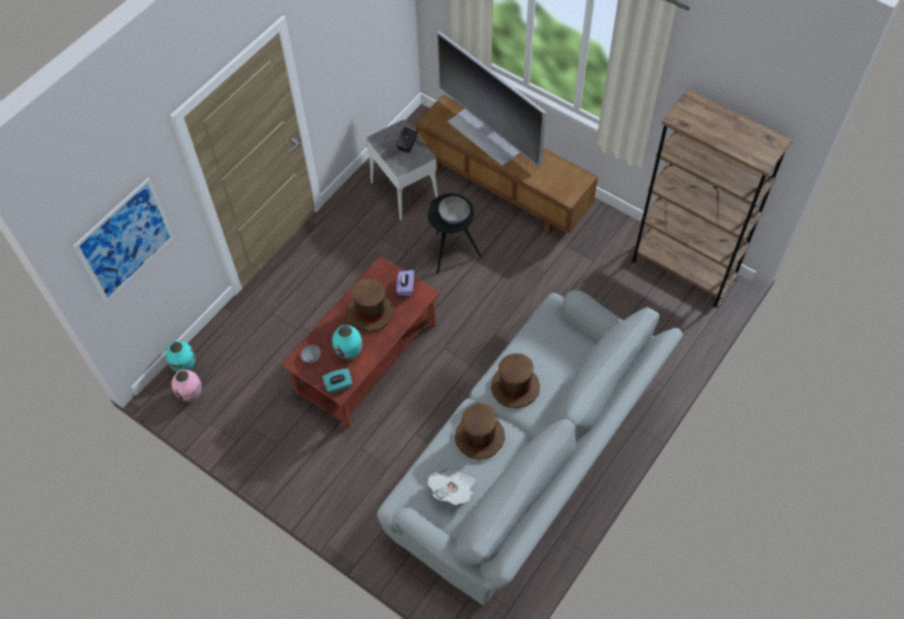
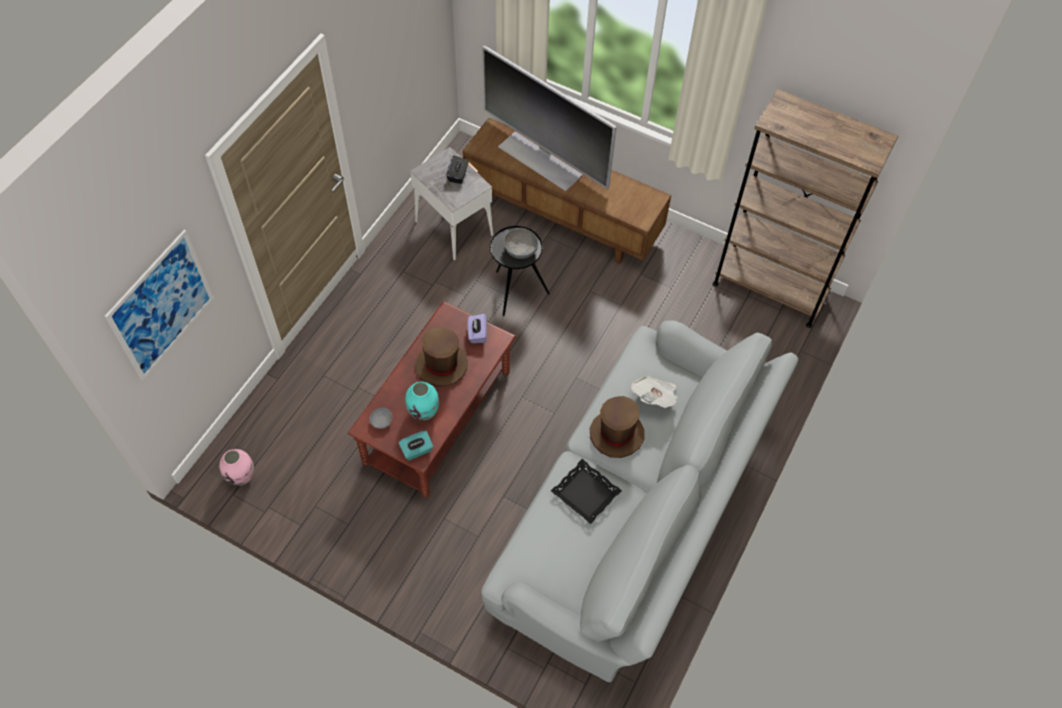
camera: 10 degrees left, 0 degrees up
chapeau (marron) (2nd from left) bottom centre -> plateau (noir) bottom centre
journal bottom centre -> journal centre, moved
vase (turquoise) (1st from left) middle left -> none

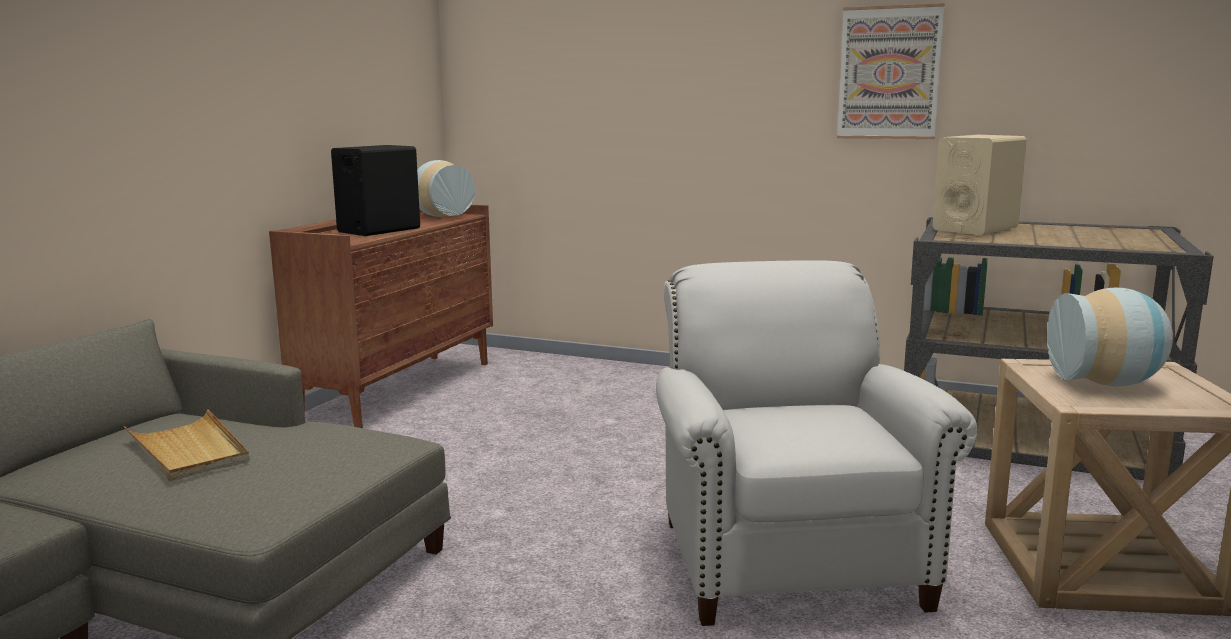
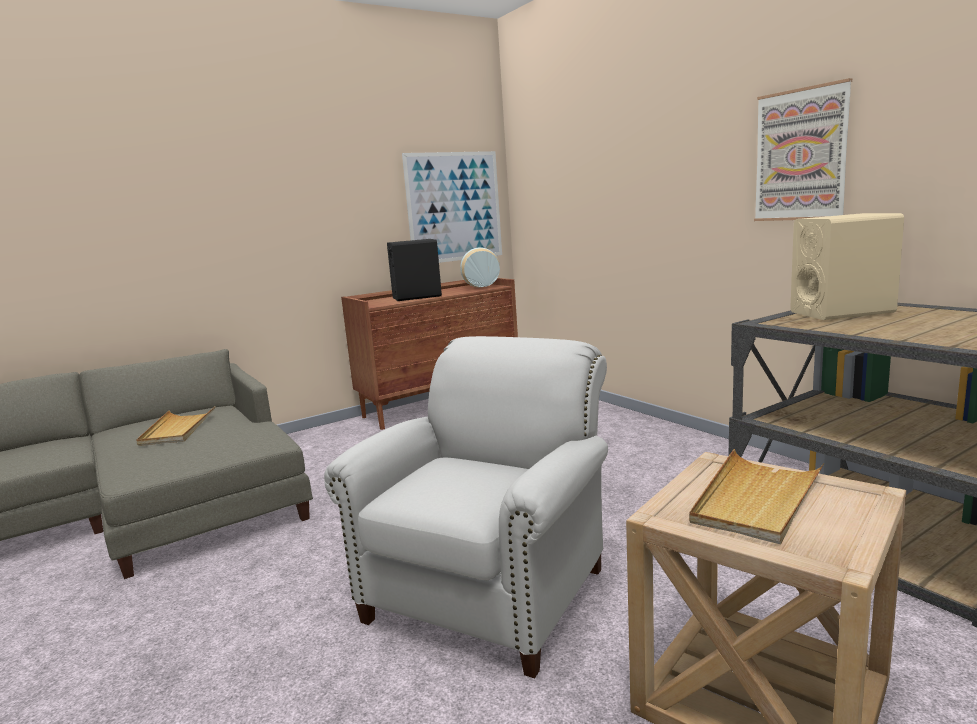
camera: 35 degrees right, 0 degrees up
none -> tableau (1st from left) top centre
vase (2nd from left) middle right -> plateau (beige) (2nd from left) bottom right

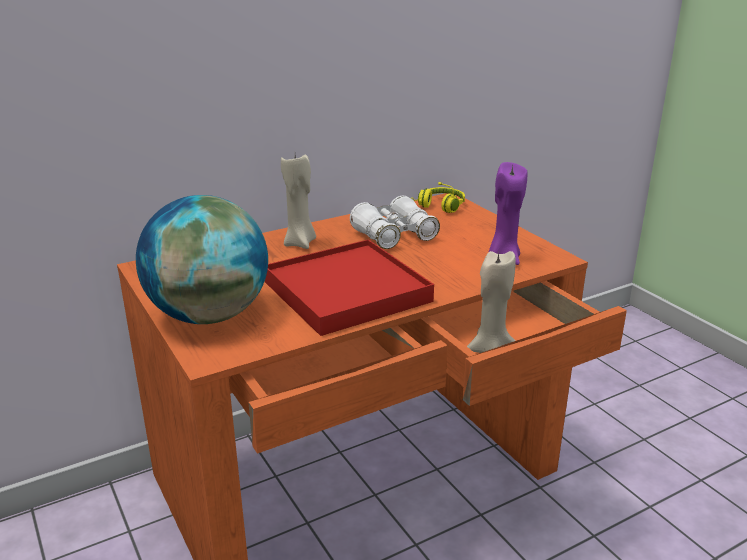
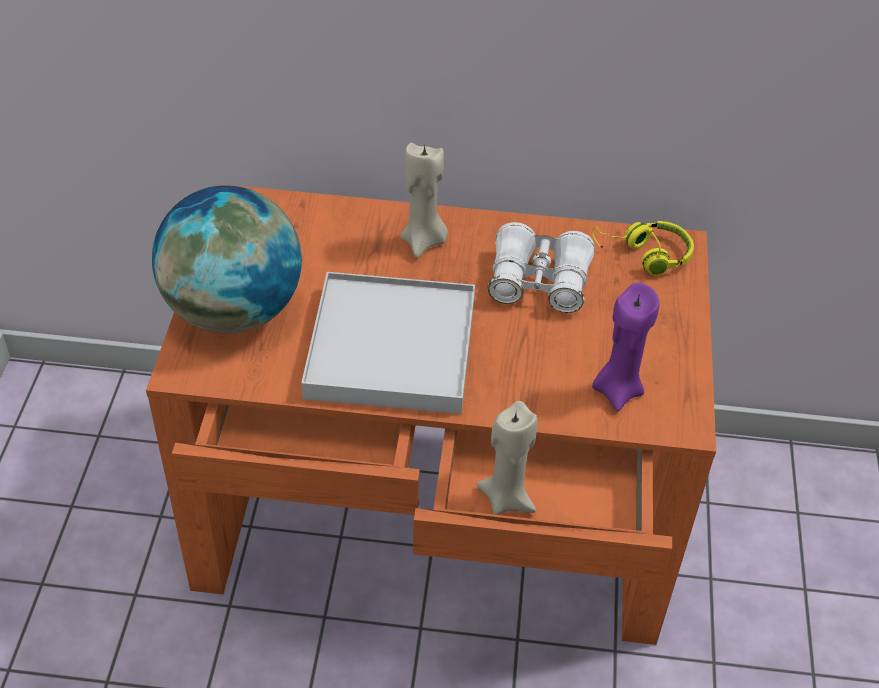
camera: 35 degrees right, 20 degrees up
plateau (rouge) centre -> plateau (blanc) centre

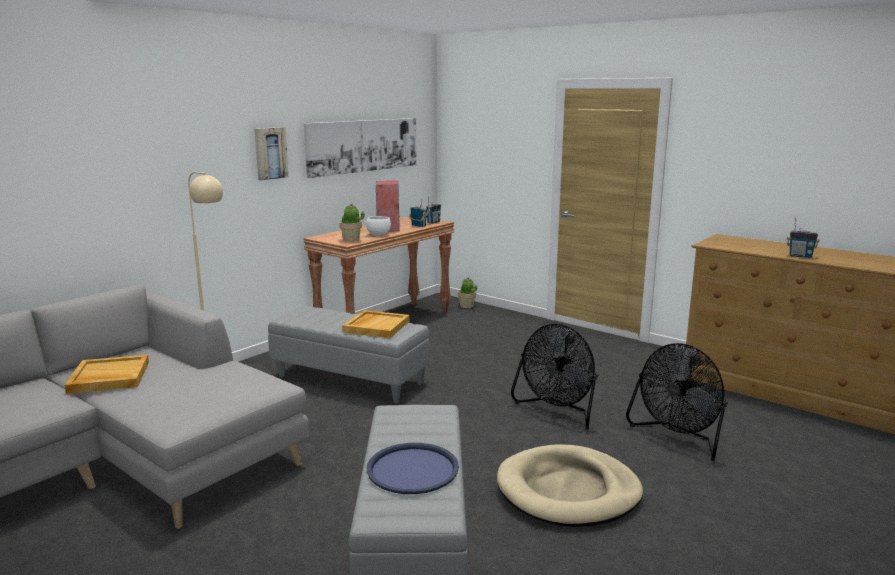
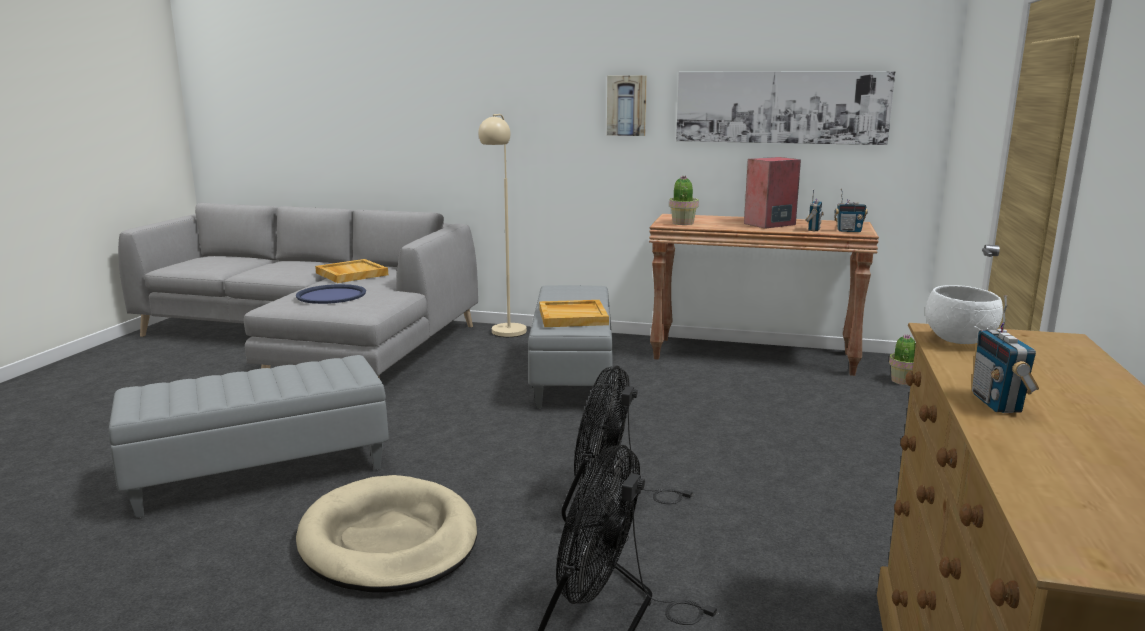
camera: 65 degrees right, 0 degrees up
plateau (bleu) bottom centre -> plateau (bleu) middle left, moved
bol (blanc) centre -> bol (blanc) middle right, moved

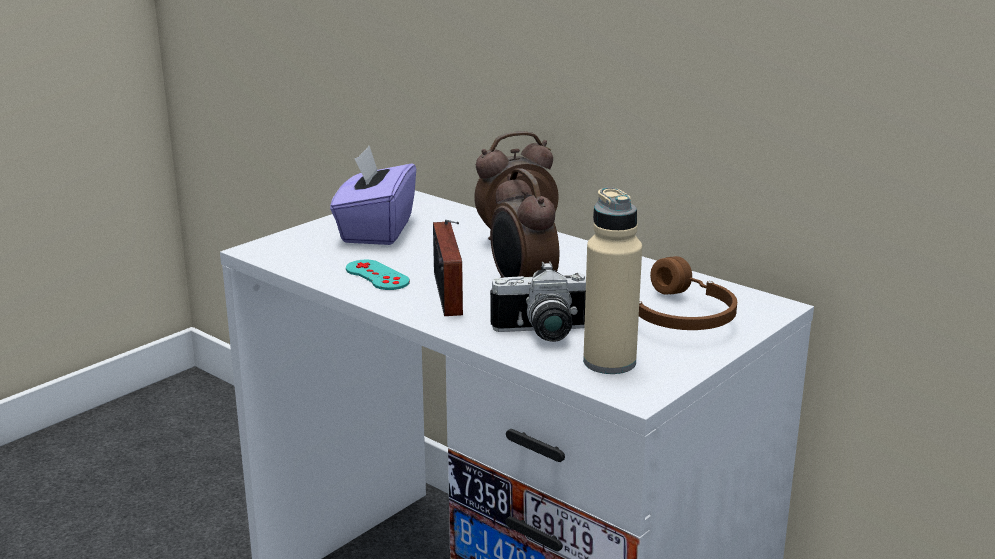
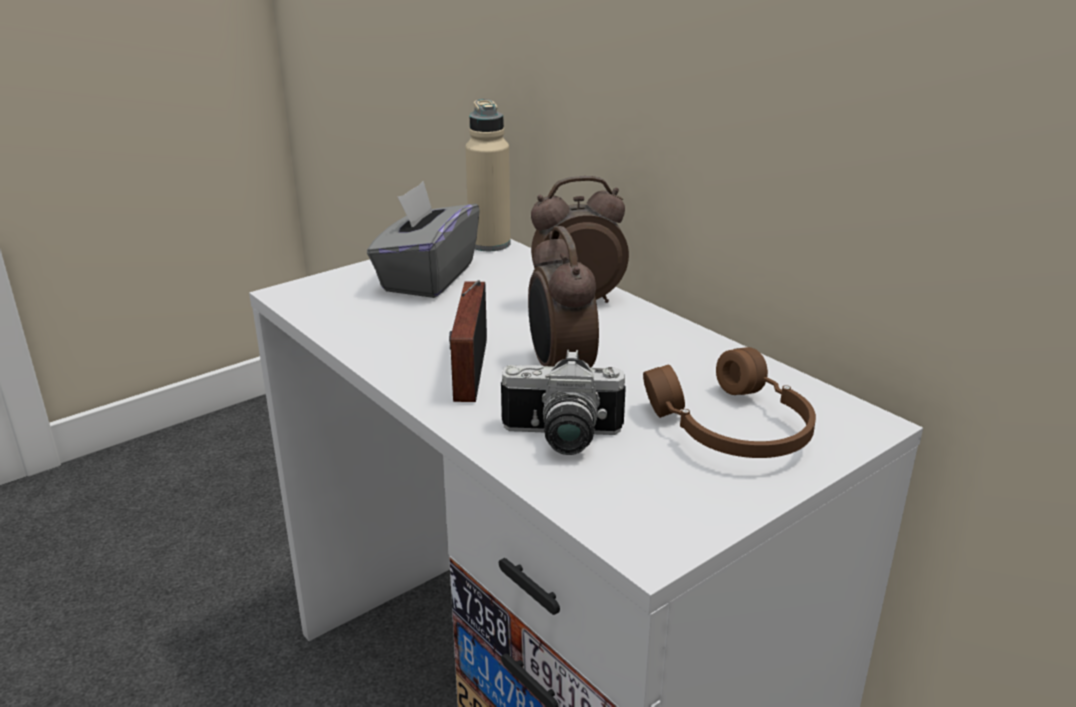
camera: 10 degrees right, 5 degrees up
boîte à mouchoirs (violet) centre -> boîte à mouchoirs (gris) centre
bouteille (beige) centre -> bouteille (beige) top centre, moved
manette (turquoise) centre -> none

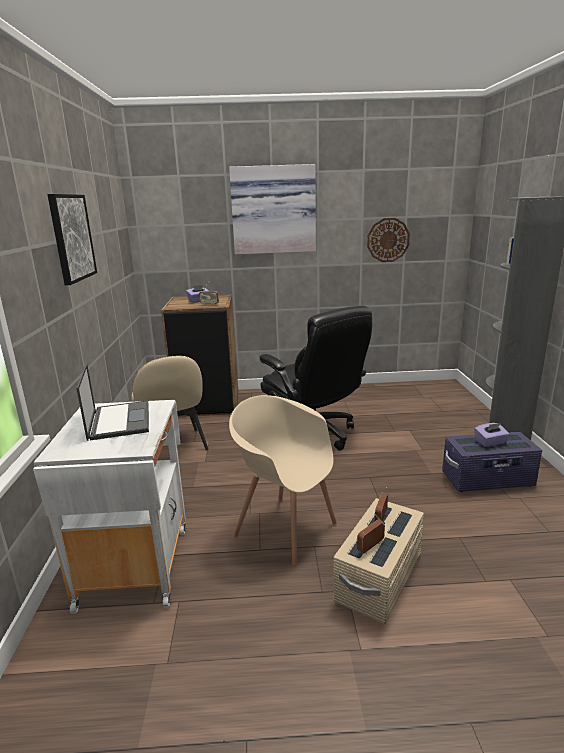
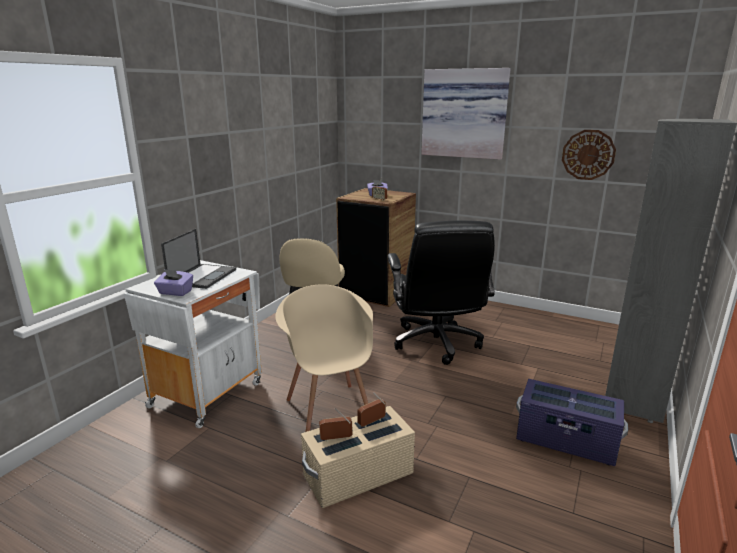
camera: 30 degrees right, 0 degrees up
boîte à mouchoirs (violet) (2nd from left in the first image) middle right -> boîte à mouchoirs (violet) (1st from left) middle left, moved
tableau (1st from left) top left -> none

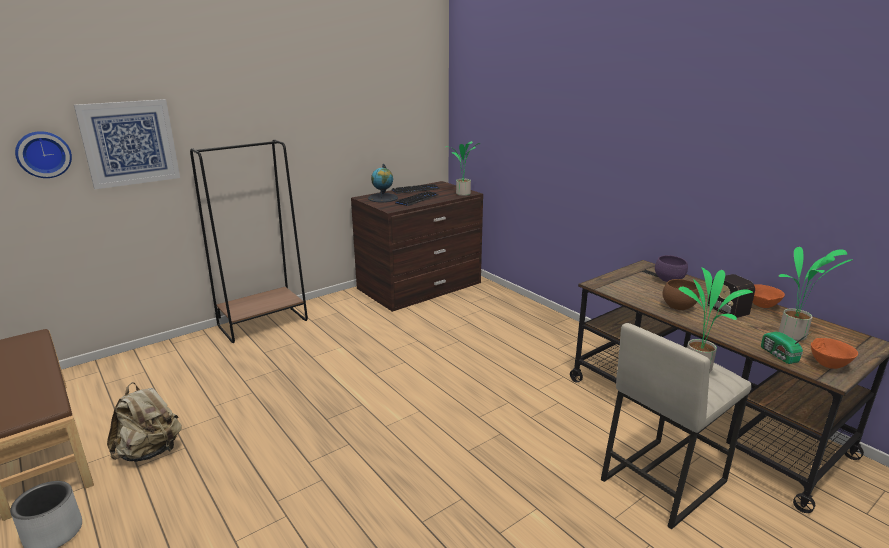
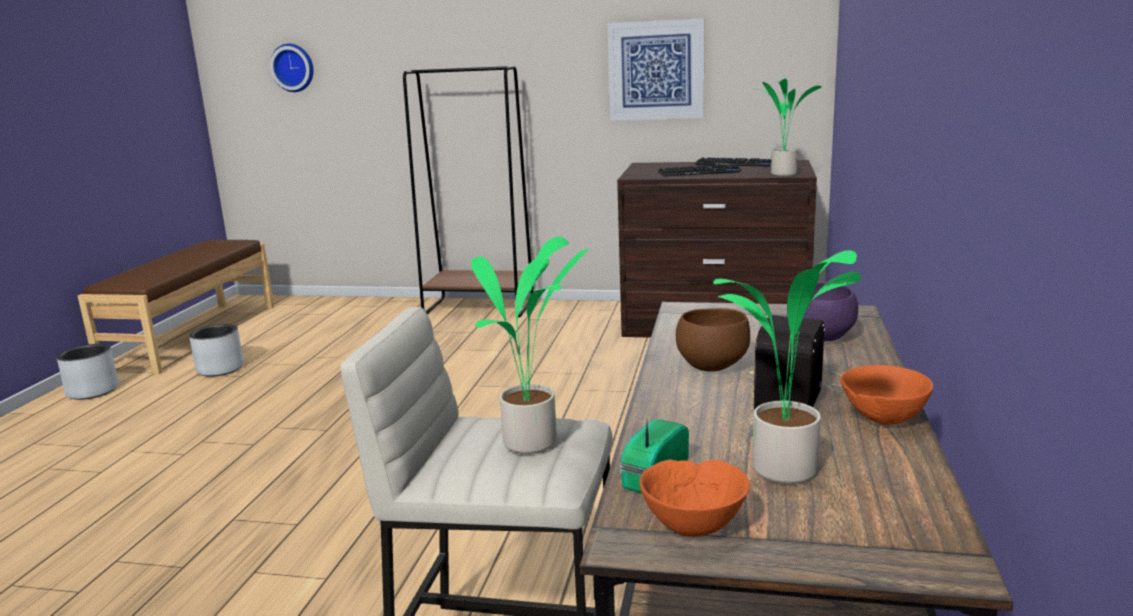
camera: 50 degrees right, 5 degrees down
sac à dos (beige) bottom left -> cache-pot (gris) (2nd from left) middle left
tableau top left -> tableau top centre, moved
globe centre -> none

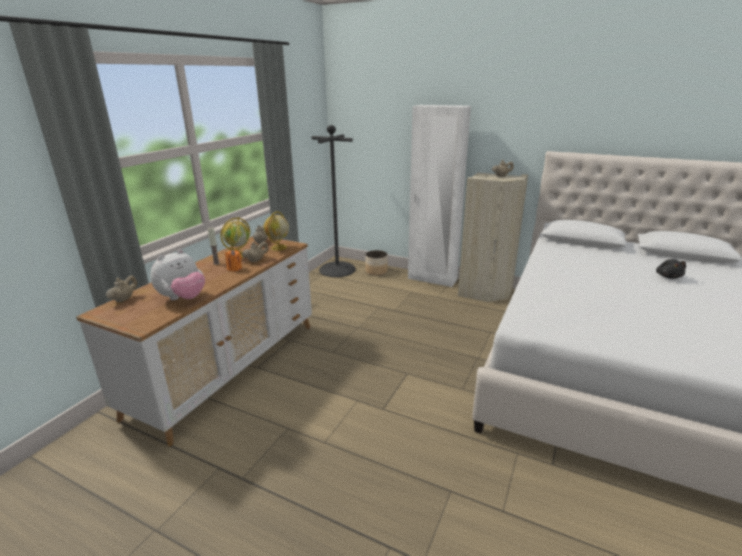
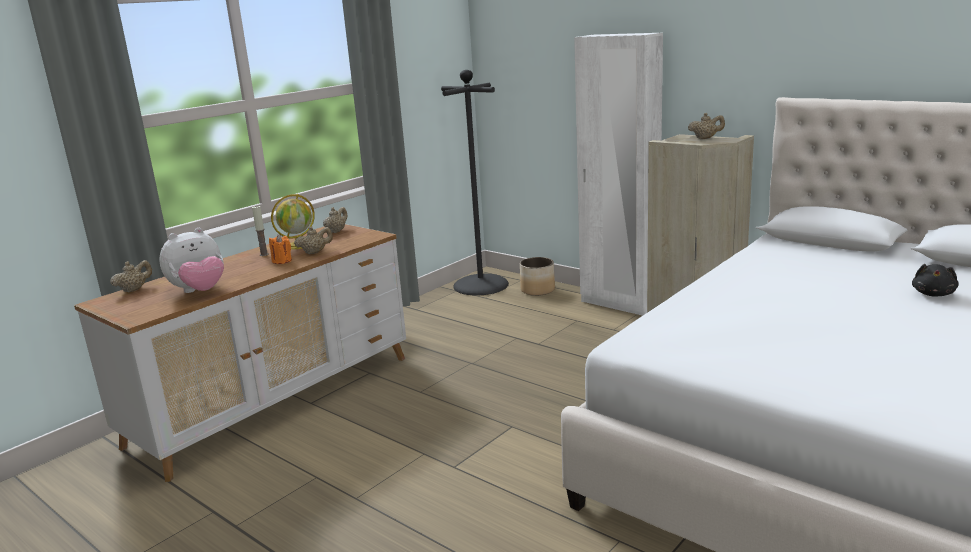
camera: 15 degrees right, 5 degrees down
globe (2nd from left) centre -> none

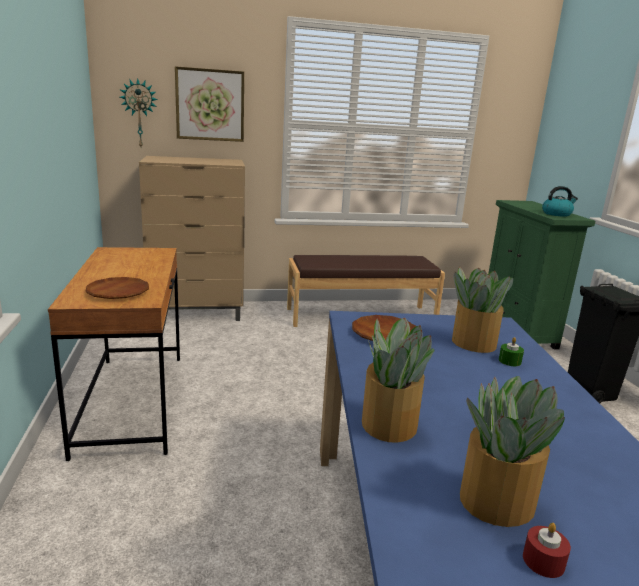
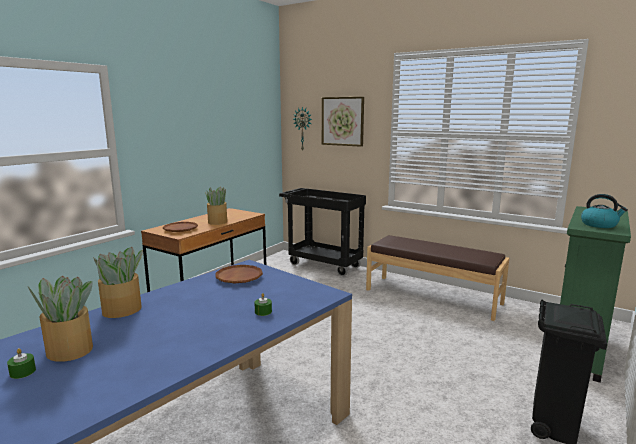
camera: 45 degrees right, 5 degrees down
bougie (rouge) bottom right -> bougie (vert) (1st from left) bottom left
plante en pot (2nd from left in the first image) middle right -> plante en pot (3rd from left) centre, moved
commode (beige) middle left -> chariot (noir) centre

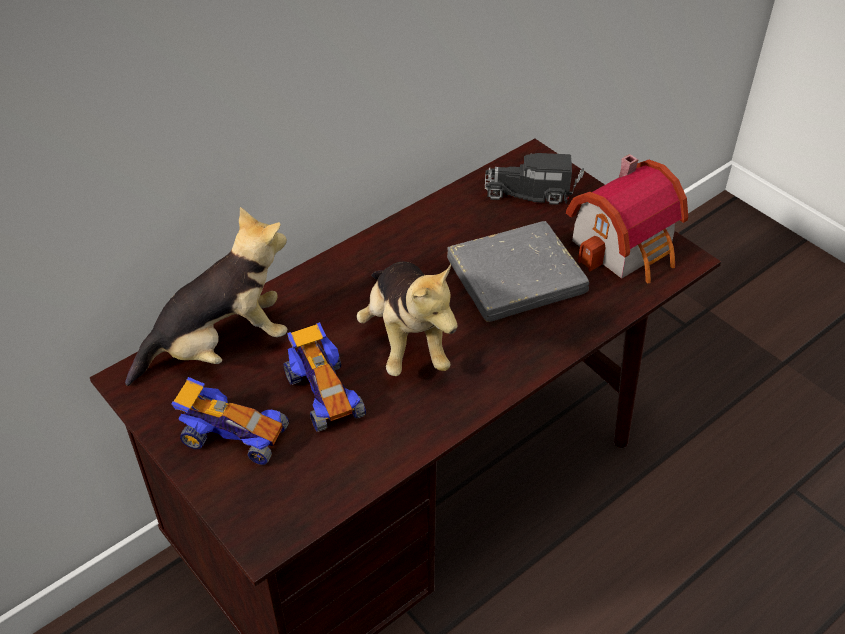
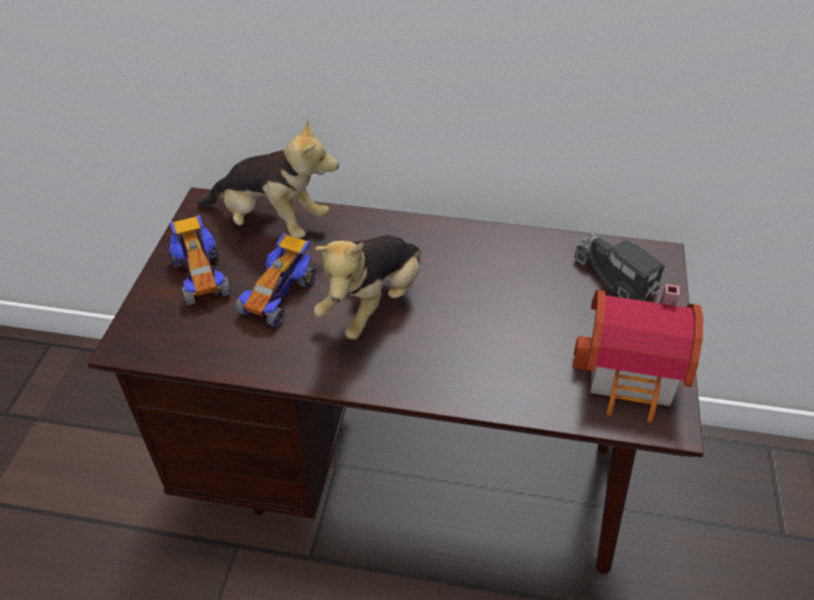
camera: 50 degrees right, 0 degrees up
livre (gris) centre -> none

